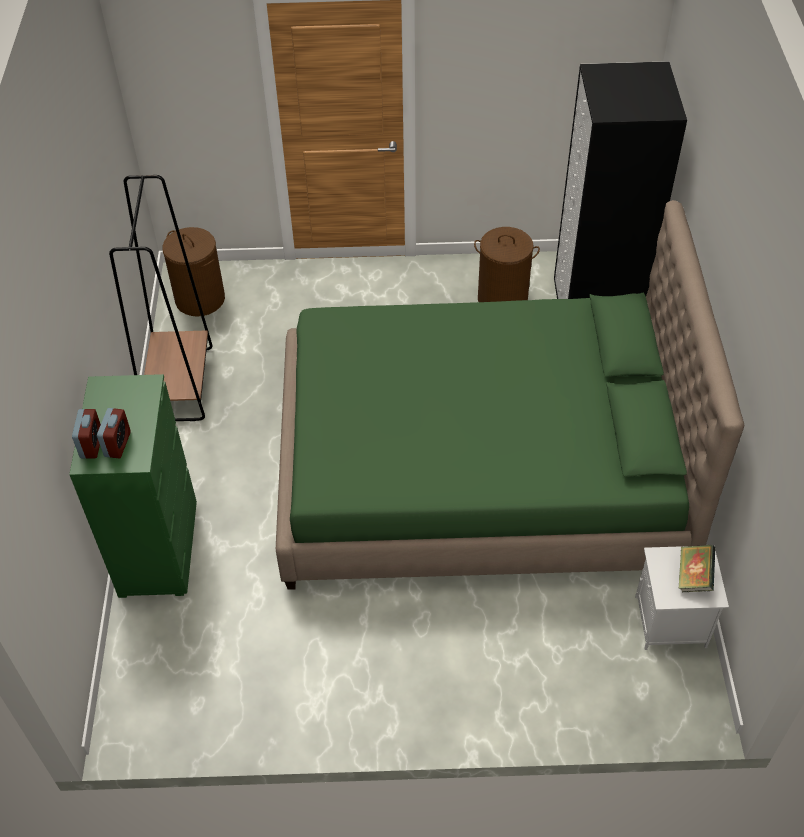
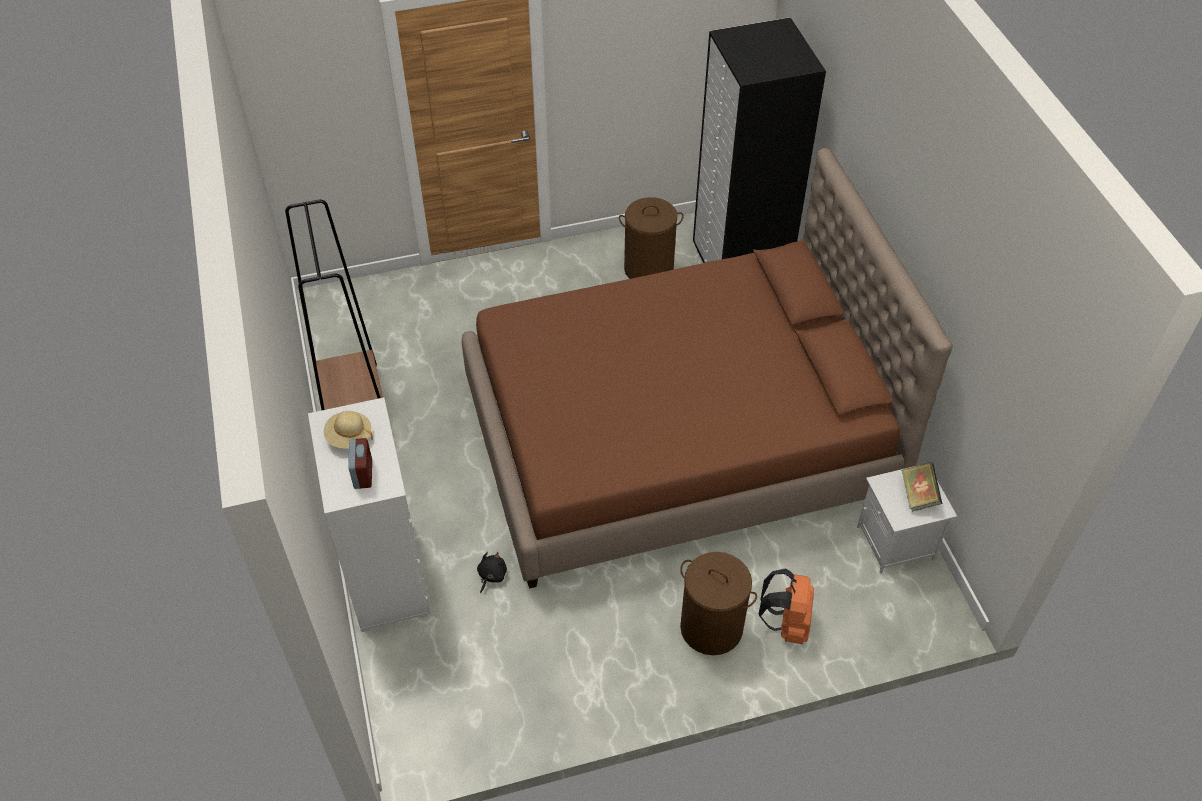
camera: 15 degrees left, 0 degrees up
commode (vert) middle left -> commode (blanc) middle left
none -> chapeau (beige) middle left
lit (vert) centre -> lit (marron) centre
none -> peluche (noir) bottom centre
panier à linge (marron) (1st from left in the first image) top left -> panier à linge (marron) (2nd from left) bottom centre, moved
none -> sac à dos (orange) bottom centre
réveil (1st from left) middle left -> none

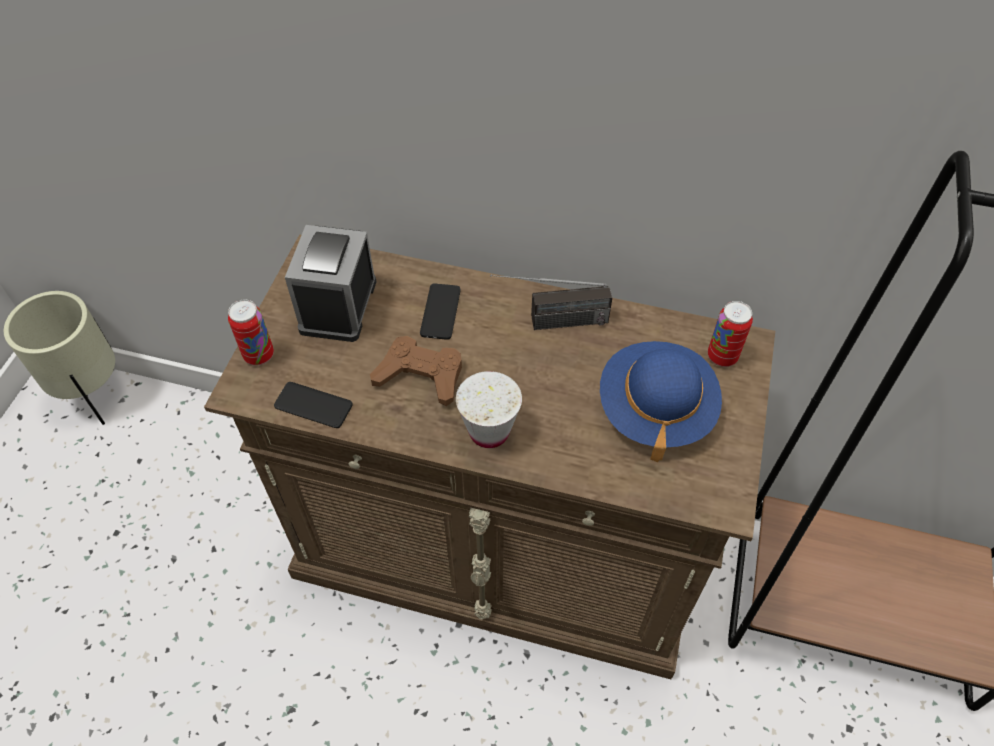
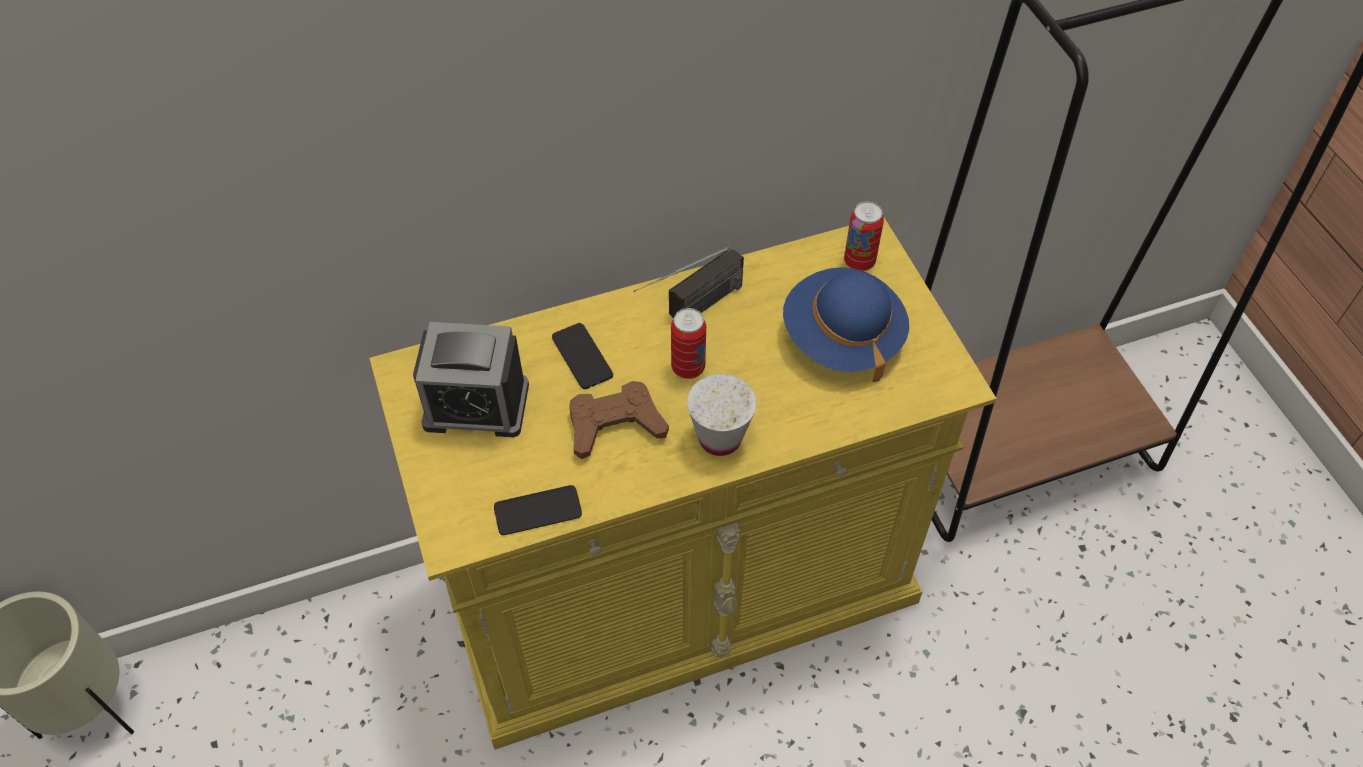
camera: 35 degrees left, 0 degrees up
commode (marron) centre -> commode (jaune) centre
réveil middle left -> réveil centre, 60 degrees counterclockwise
boîte métallique (1st from left) middle left -> boîte métallique (1st from left) centre, moved

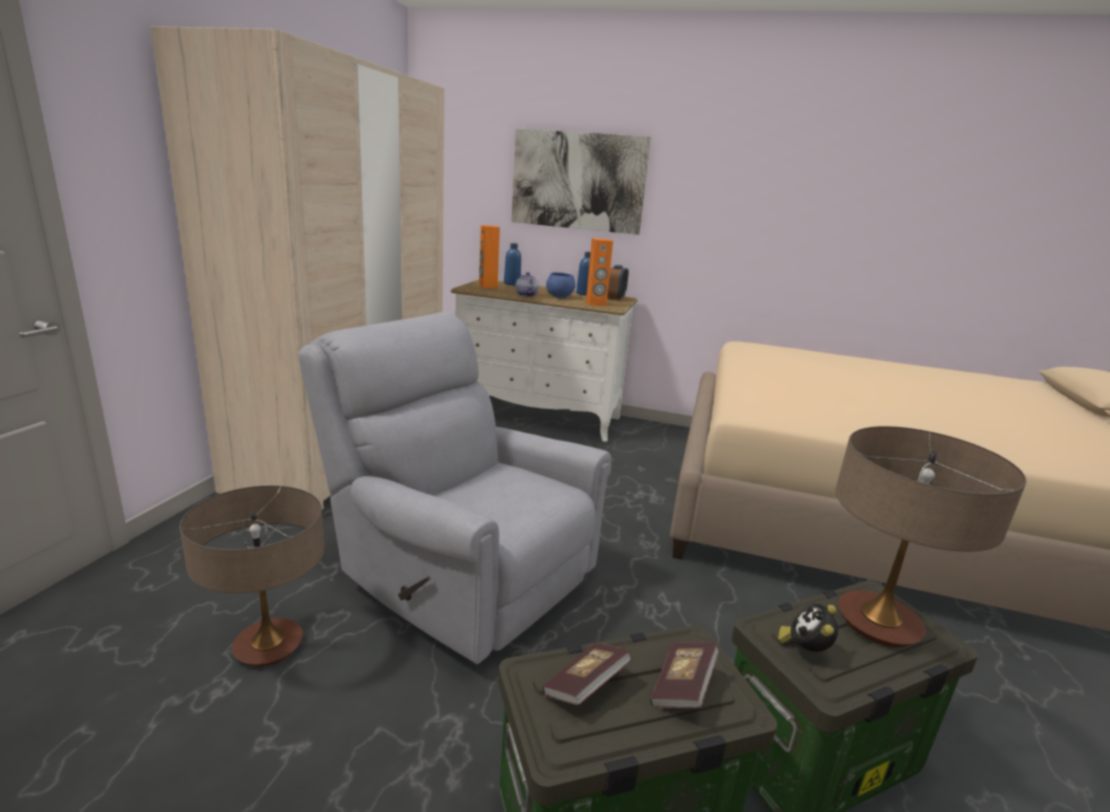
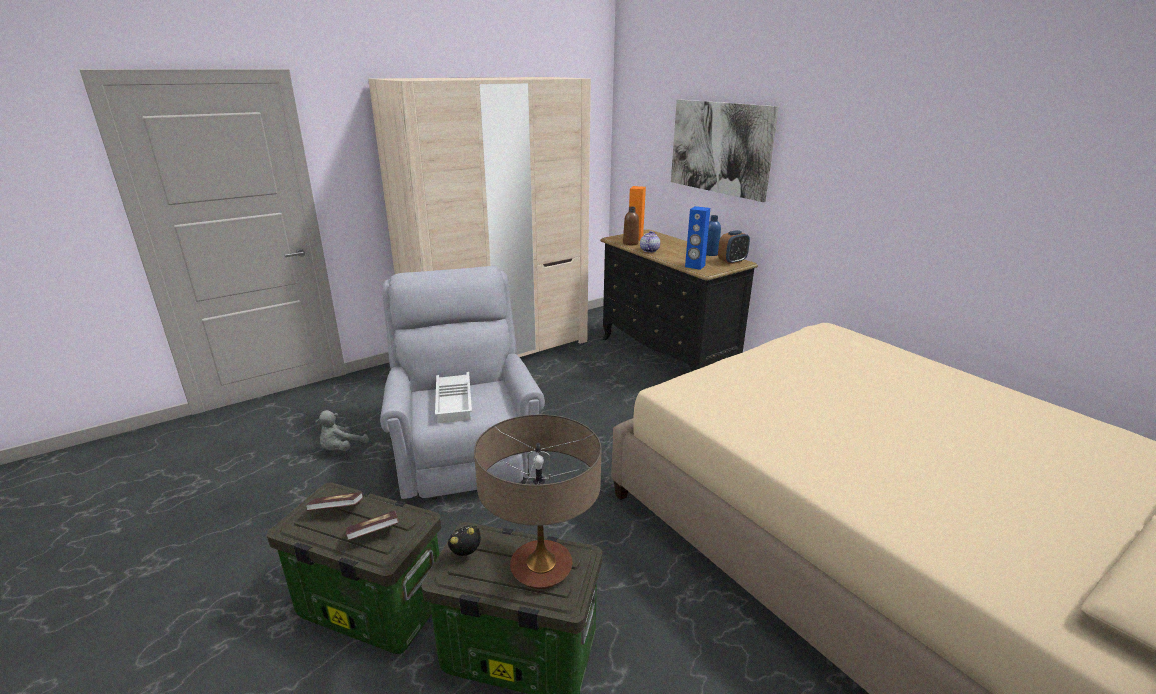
camera: 40 degrees right, 5 degrees up
lampe de table (1st from left) bottom left -> peluche (gris) middle left
none -> plateau (blanc) centre
commode (blanc) centre -> commode (noir) centre
none -> bouteille (marron) top centre
enceinte (orange) (2nd from left) centre -> enceinte (bleu) centre
bouteille (bleu) (1st from left) top centre -> none
bol (bleu) centre -> none

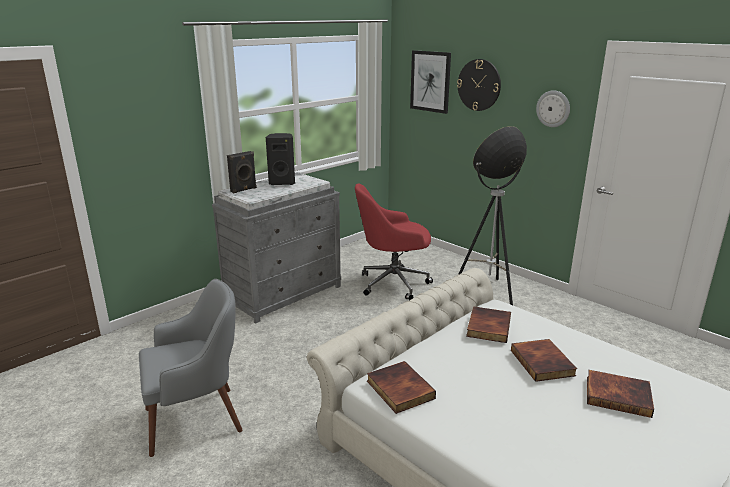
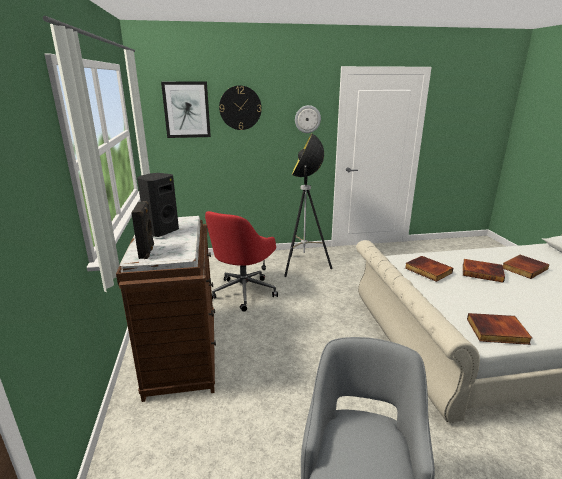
camera: 55 degrees left, 0 degrees up
commode (gris) centre -> commode (marron) middle left

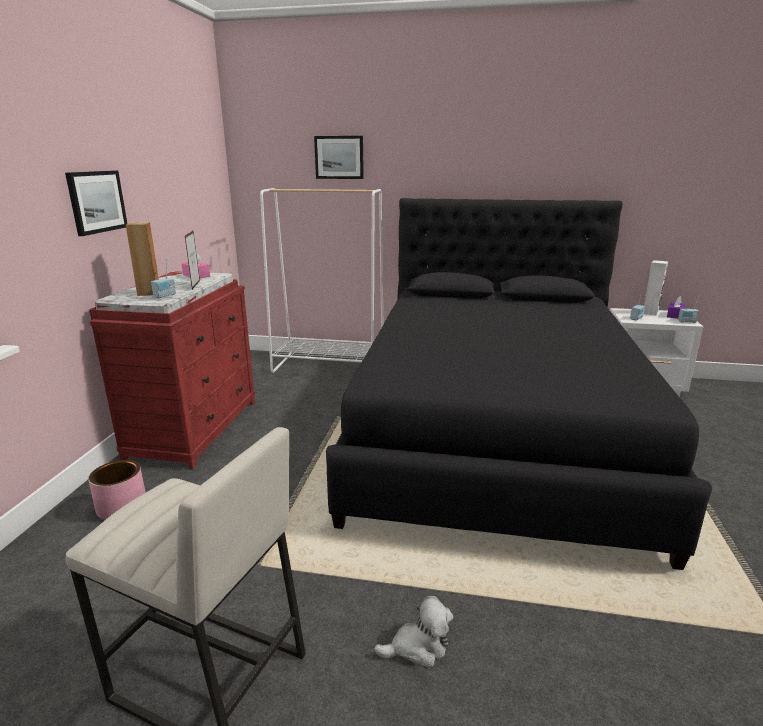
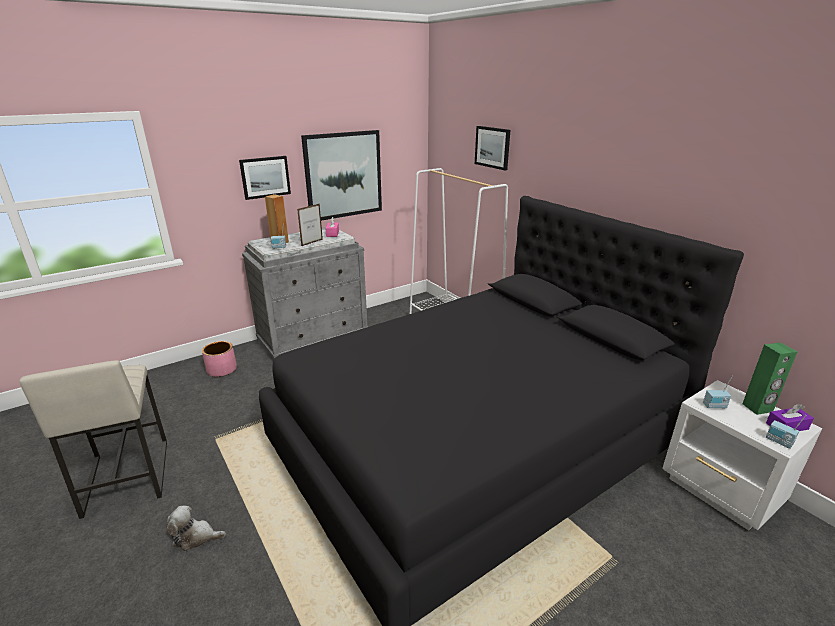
camera: 45 degrees right, 5 degrees up
peluche bottom centre -> peluche bottom left, 150 degrees clockwise
commode (rouge) middle left -> commode (gris) centre
none -> tableau (2nd from left) top centre
enceinte (blanc) middle right -> enceinte (vert) middle right

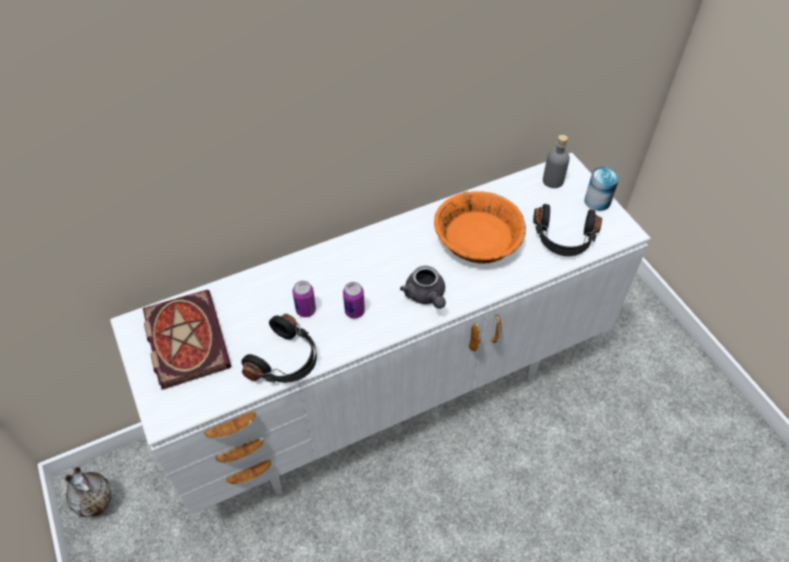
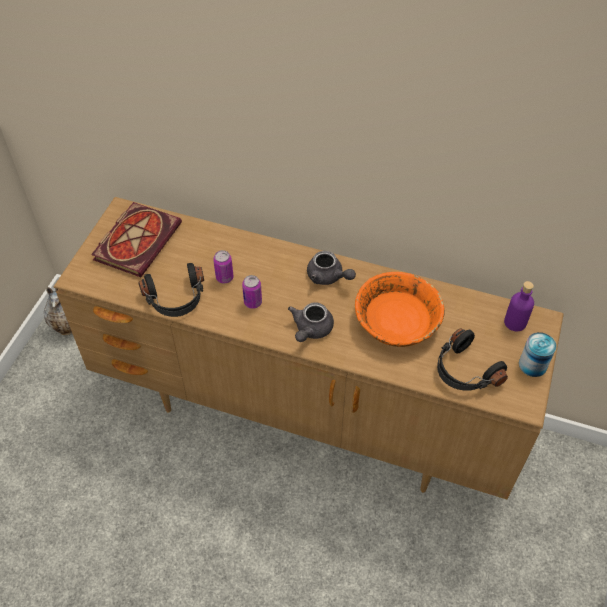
camera: 45 degrees right, 0 degrees up
commode (blanc) centre -> commode (marron) centre
none -> théière (gris) (2nd from left) centre
bouteille (gris) top right -> bouteille (violet) middle right

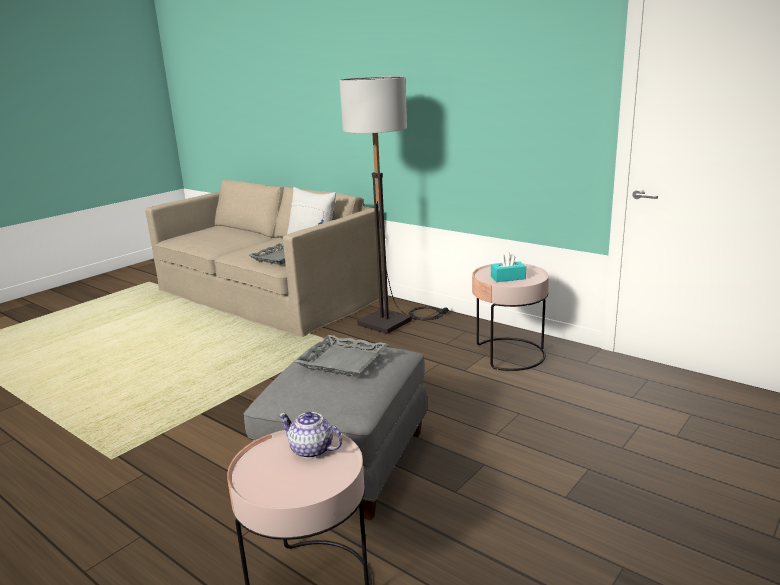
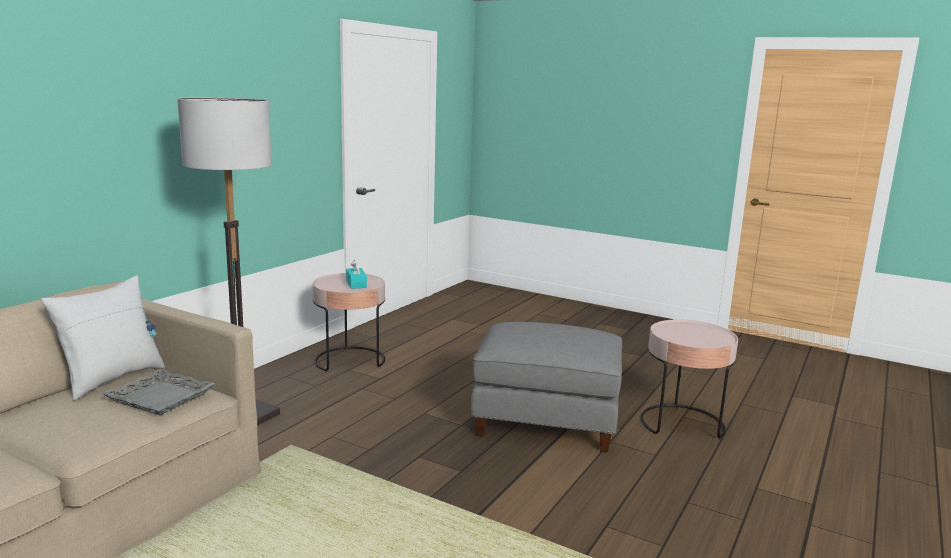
camera: 100 degrees left, 5 degrees down
théière bottom centre -> none
plateau (gris) (2nd from left) centre -> none

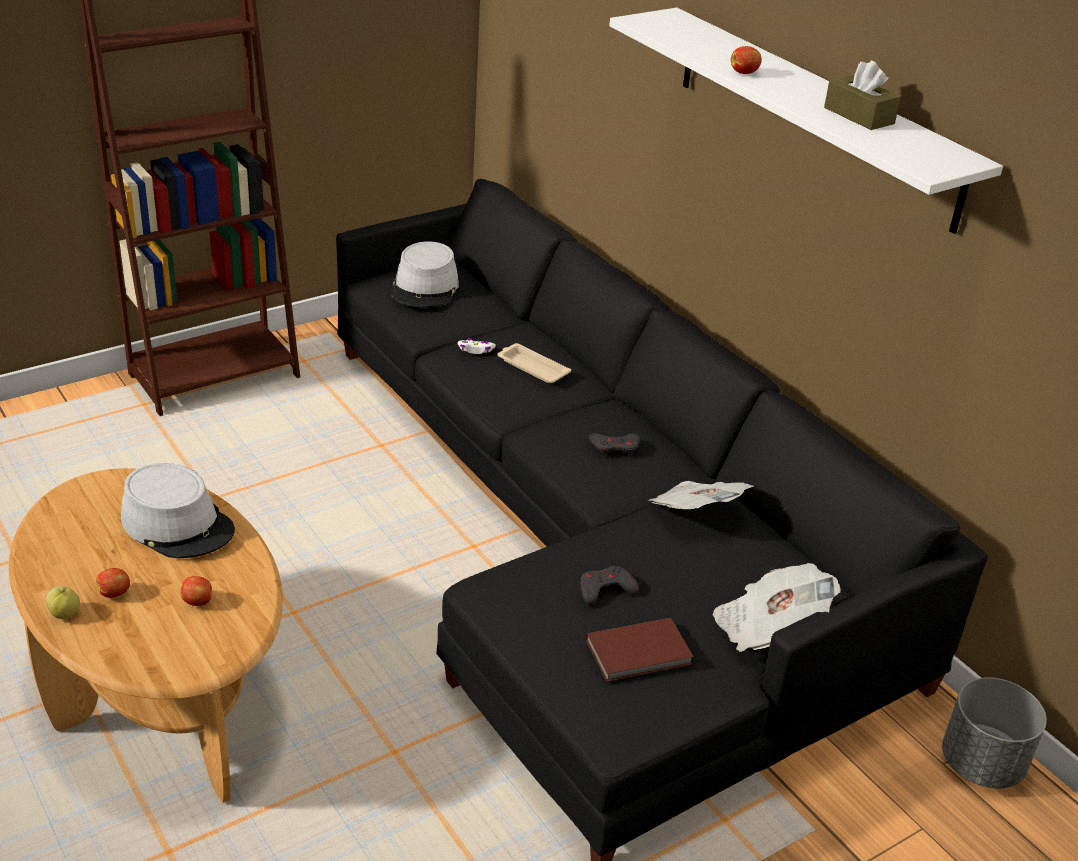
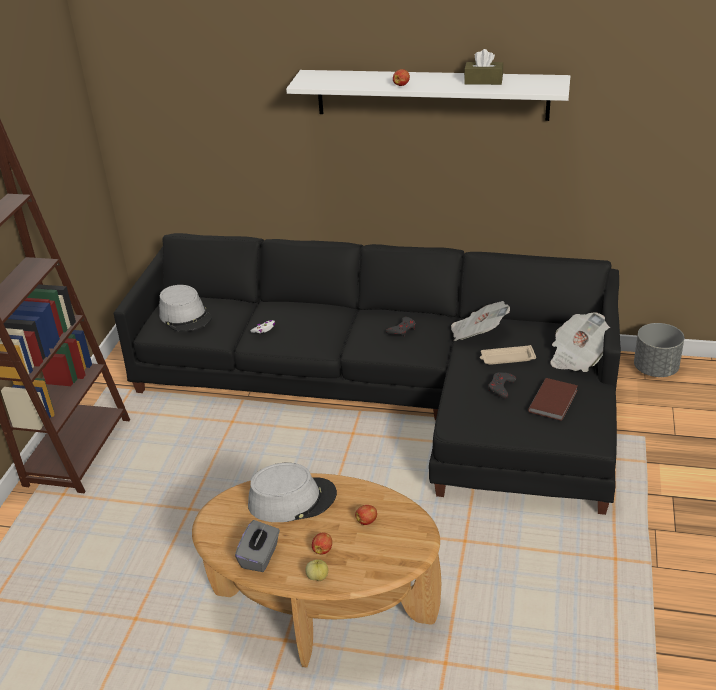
camera: 40 degrees left, 0 degrees up
none -> boîte à mouchoirs (gris) bottom centre
plateau (beige) centre -> plateau (beige) middle right, moved

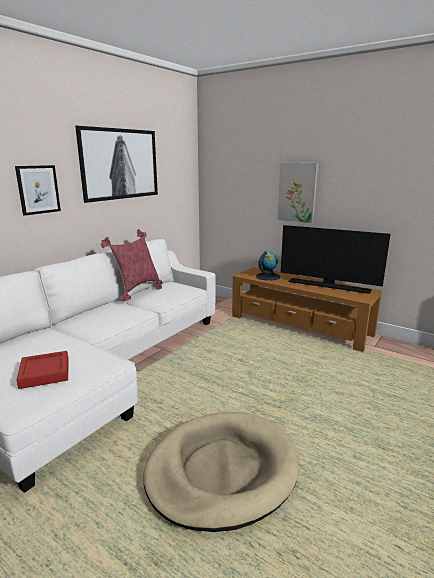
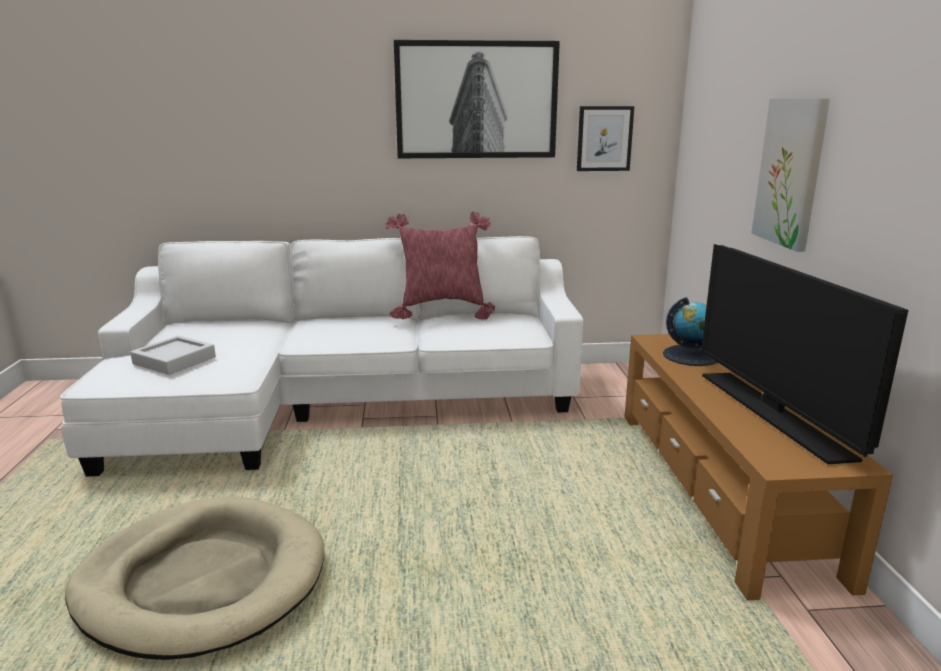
camera: 50 degrees right, 0 degrees up
plateau (rouge) middle left -> plateau (gris) middle left
tableau (1st from left in the first image) top left -> tableau (2nd from left) top centre, moved

